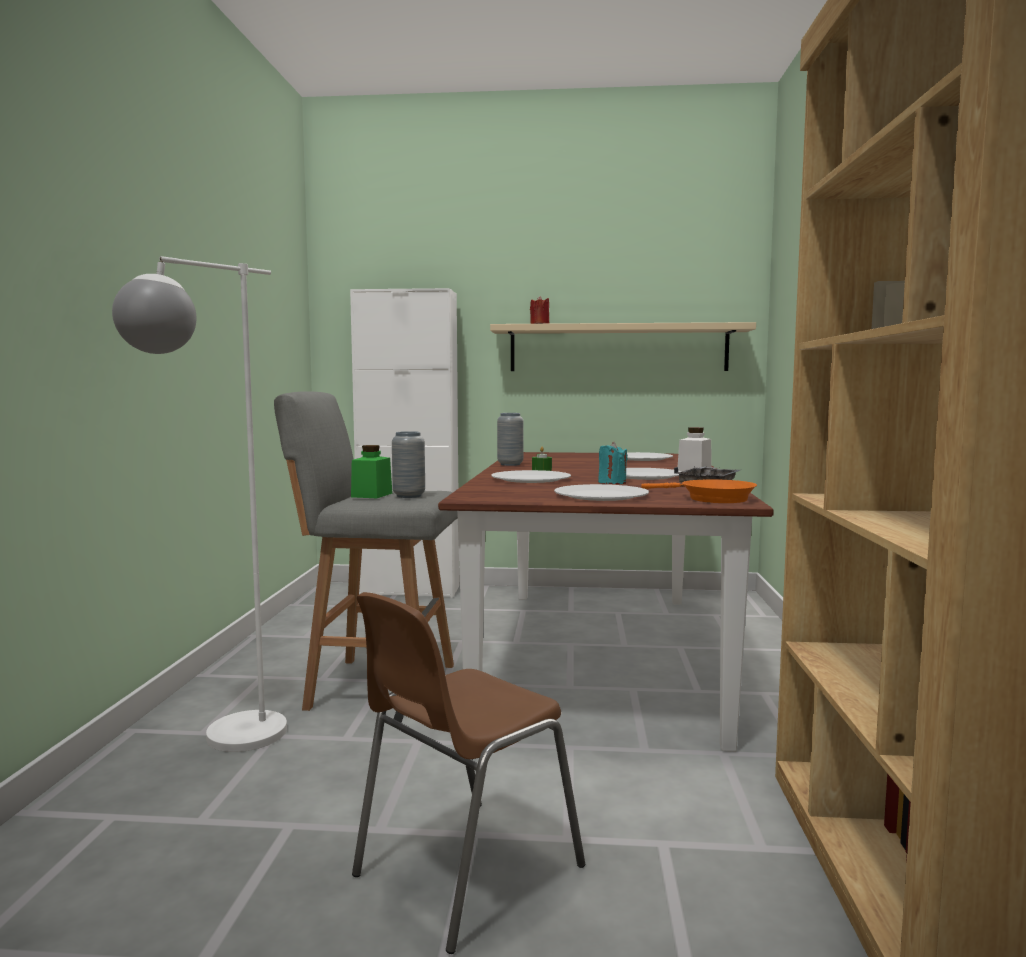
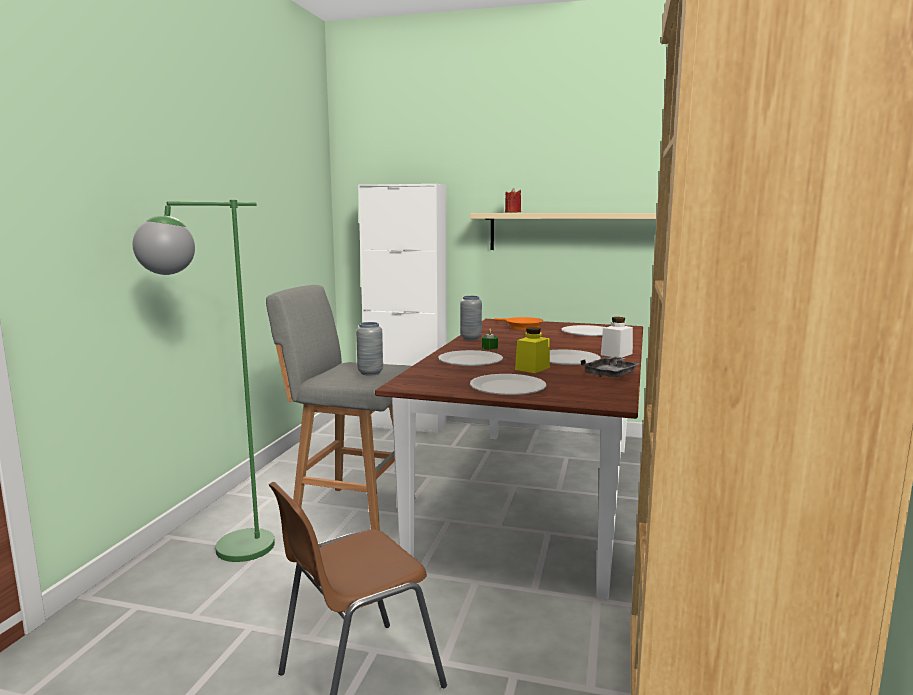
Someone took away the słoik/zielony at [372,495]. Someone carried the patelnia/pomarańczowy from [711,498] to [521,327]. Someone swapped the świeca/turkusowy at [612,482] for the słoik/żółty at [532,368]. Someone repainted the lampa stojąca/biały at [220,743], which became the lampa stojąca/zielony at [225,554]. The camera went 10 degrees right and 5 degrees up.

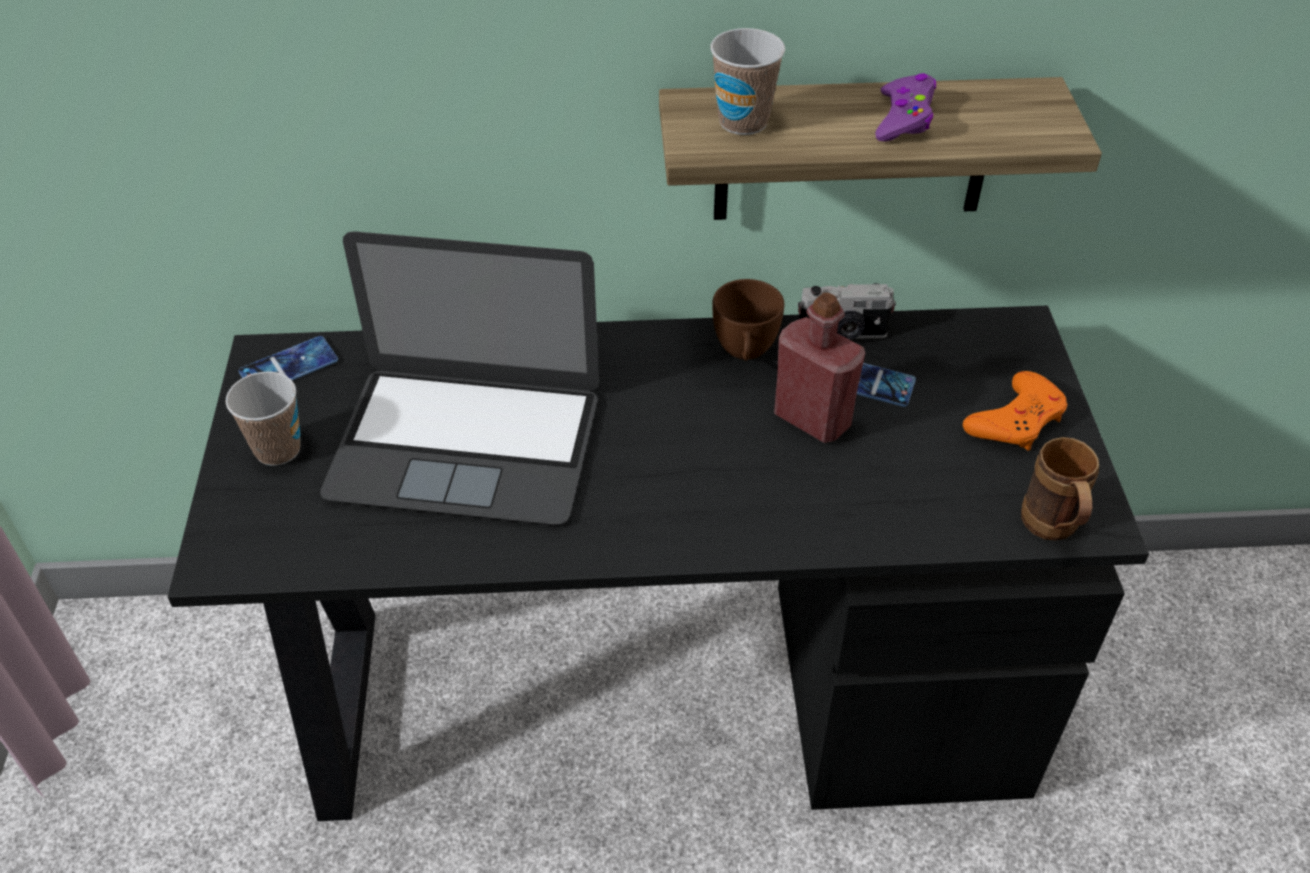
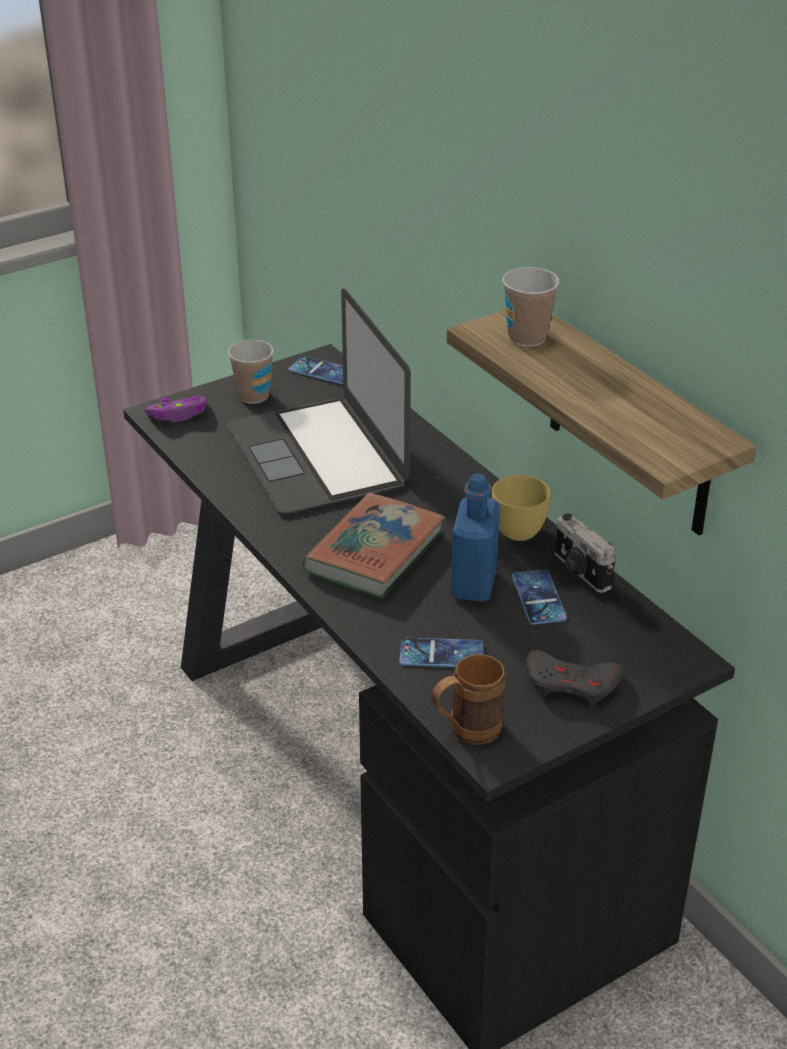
Someone put down the książka at [374,552]. Someone put down the telefon at [441,654]. Someone carried the pad do gier/fioletowy from [904,118] to [178,415]. Someone repainted the filiżanka/brązowy at [745,352], which became the filiżanka/żółty at [512,533]. Someone repainted the butelka/czerwony at [812,419], which became the butelka/niebieski at [473,584]. Someone repainted the pad do gier/pomarańczowy at [1016,420], which became the pad do gier/szary at [571,684]. The camera went 60 degrees right and 10 degrees down.

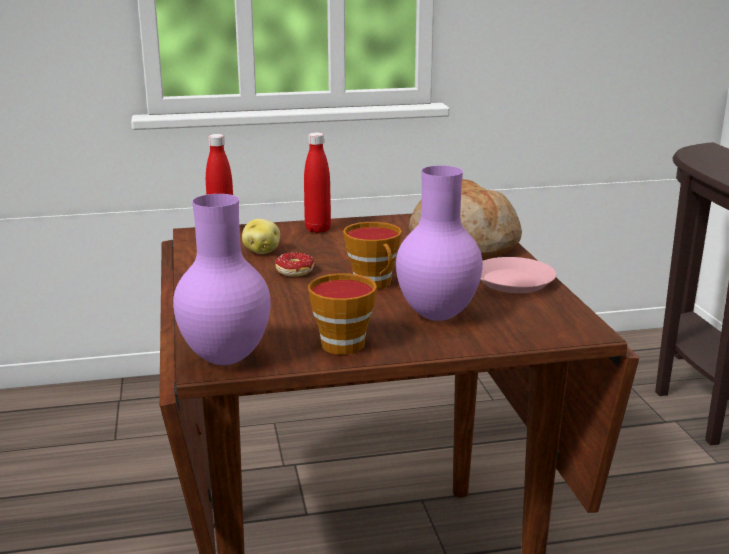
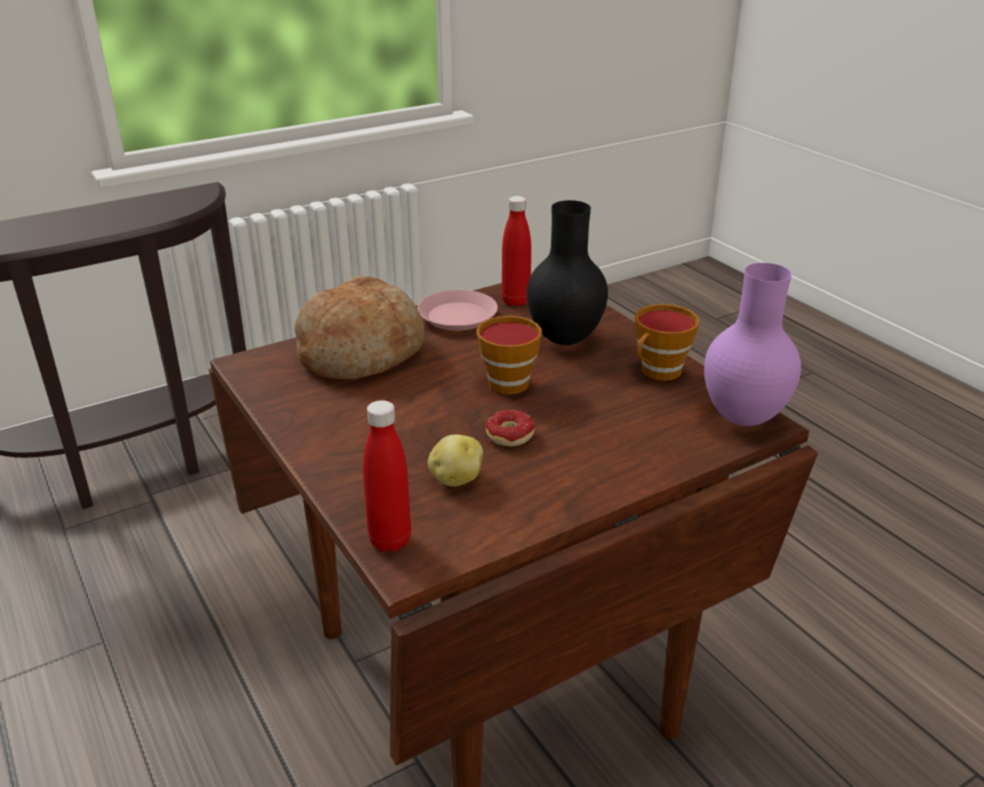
Someone carried the butelka/czerwony from [317,229] to [515,301]. Someone repainted the wazon/fioletowy at [439,316], which became the wazon/czarny at [565,338]. The camera went 110 degrees left and 10 degrees up.

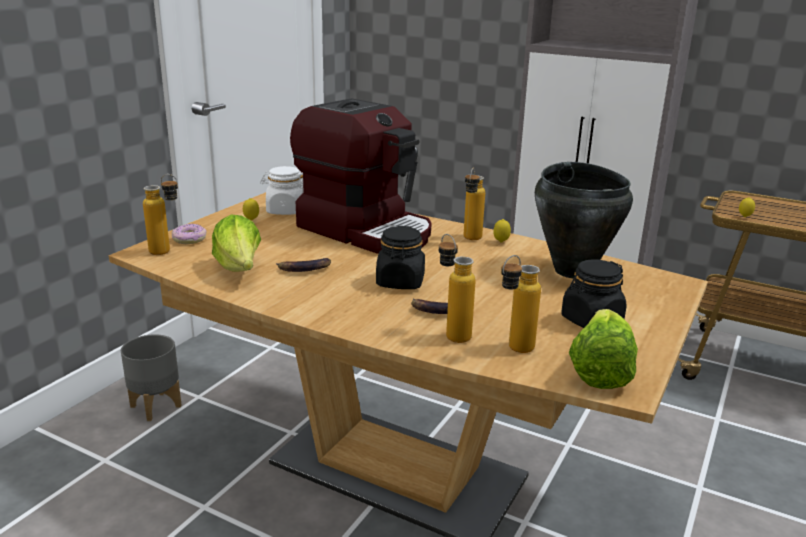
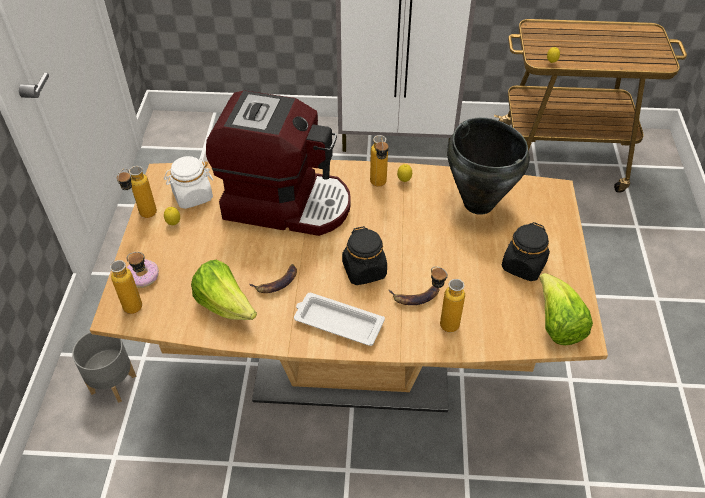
Someone put down the taca/biały at [337,322]. Someone carried the butelka from [513,350] to [143,217]. The camera went 25 degrees left and 25 degrees up.

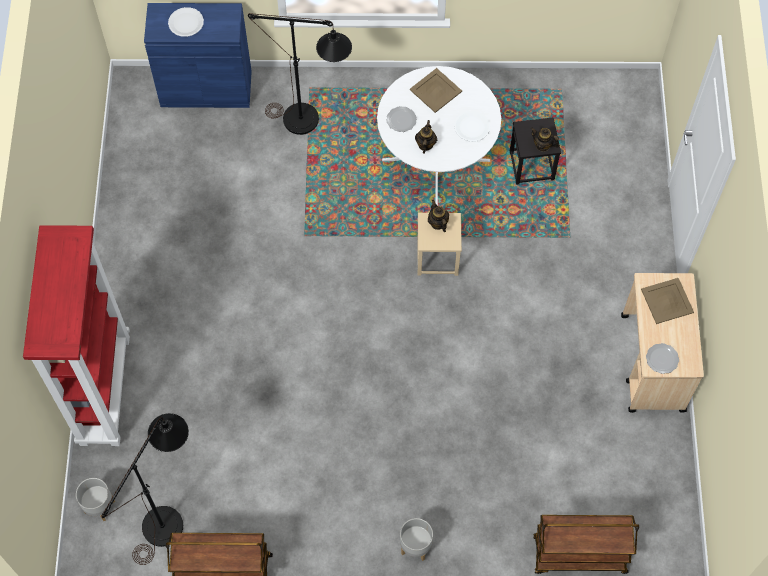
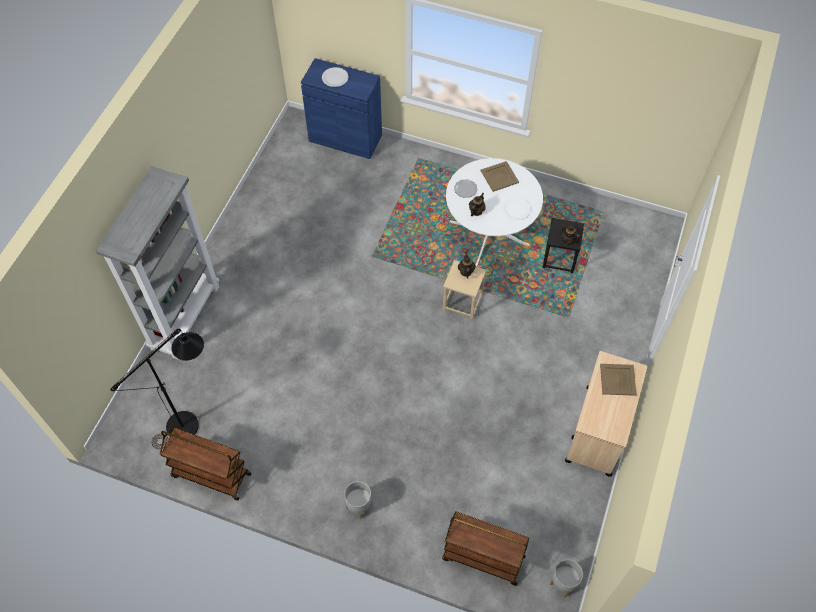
Someone took away the lampa stojąca/czarny at [310,122]. Someone took away the talerz at [662,359]. Someone carried the donica/szary from [99,506] to [563,583]. Someone repainted the regał/czerwony at [104,389], which became the regał/szary at [185,317]. The camera went 20 degrees right and 5 degrees down.

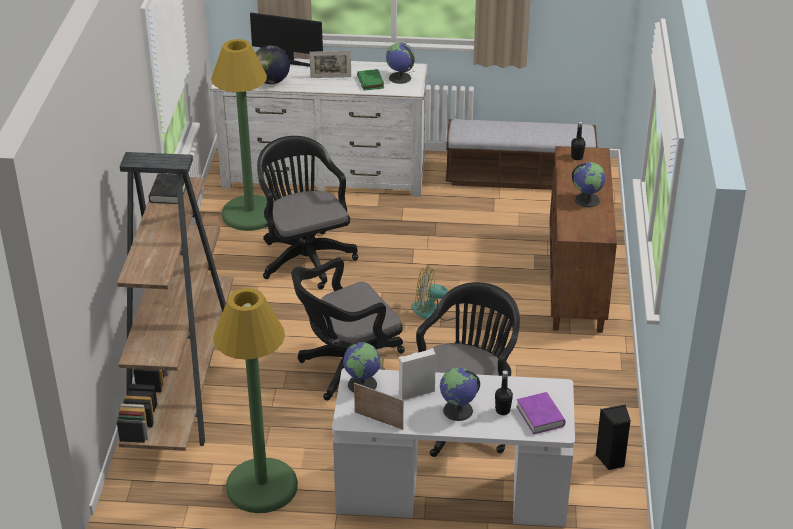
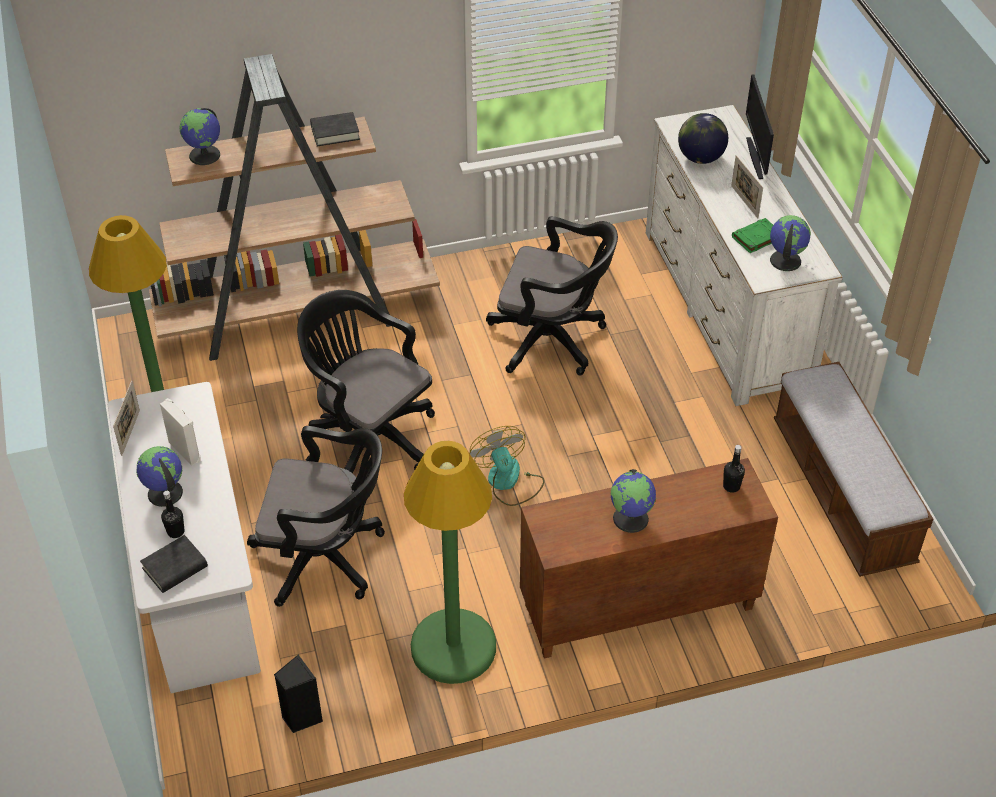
Someone carried the lampa stojąca/zielony from [250,214] to [453,647]. Someone carried the globus from [362,384] to [205,155]. Someone repainted the książka/fioletowy at [540,416], which became the książka/czarny at [175,568]. Someone rotated the krzesło biurowe/czarny at [305,257] by 60 degrees clockwise. The camera went 70 degrees right and 10 degrees up.

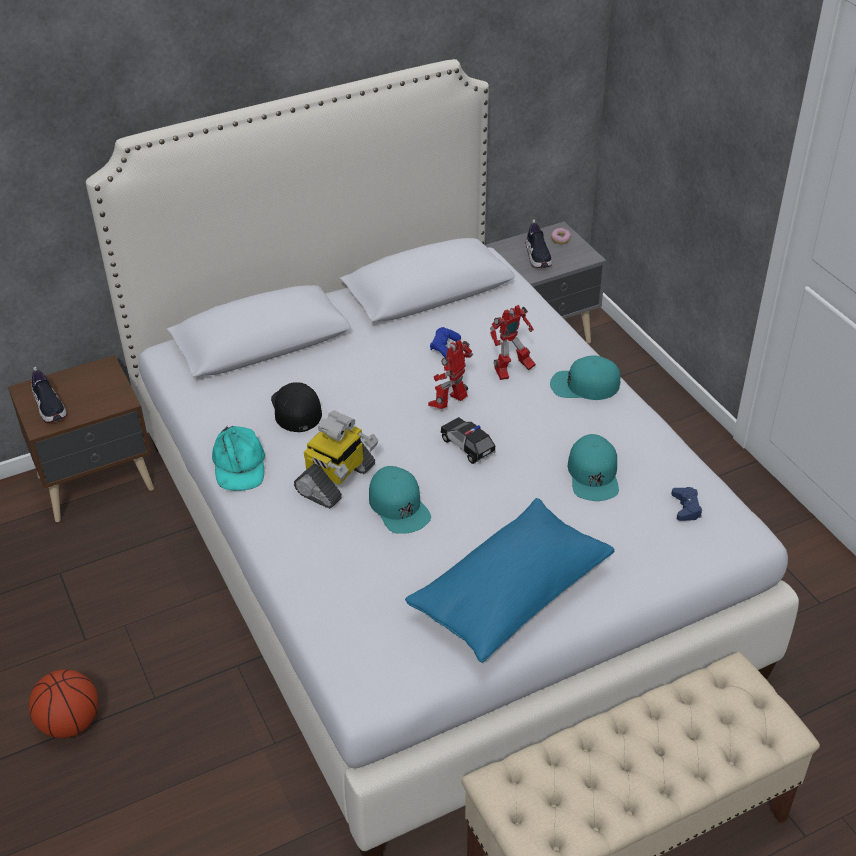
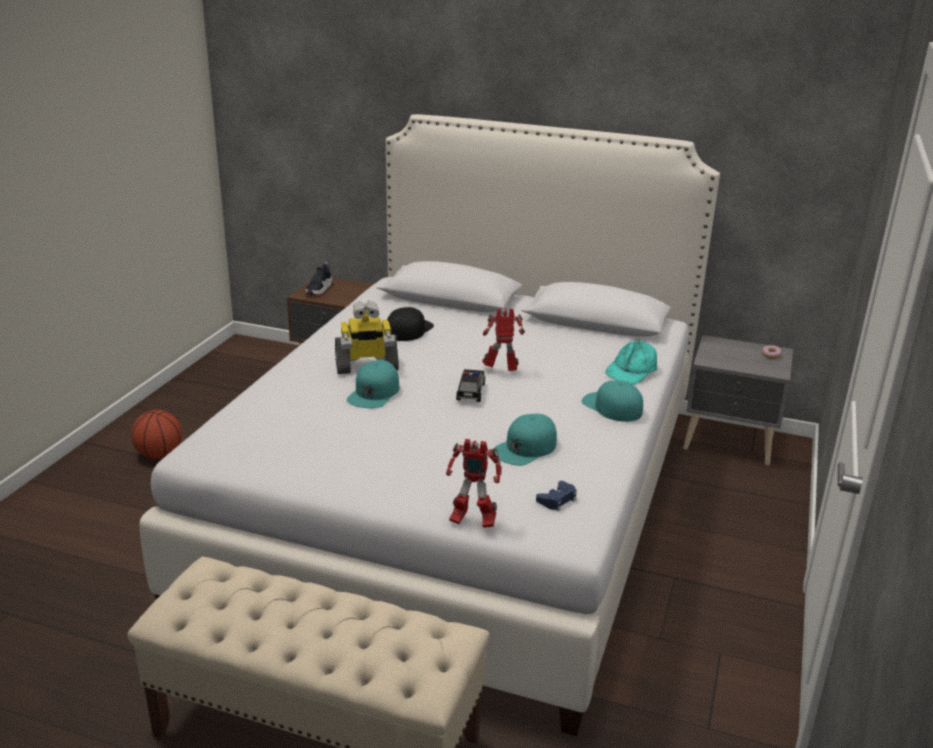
Someone took away the poduszka/niebieski at [510,594]. Someone took away the pad do gier/niebieski at [445,348]. Someone took away the but at [537,256]. Someone carried the czapka z daszkiem/turkusowy from [239,465] to [632,370]. Someone carried the robot zabawkowy from [511,371] to [471,521]. The camera went 45 degrees right and 15 degrees down.

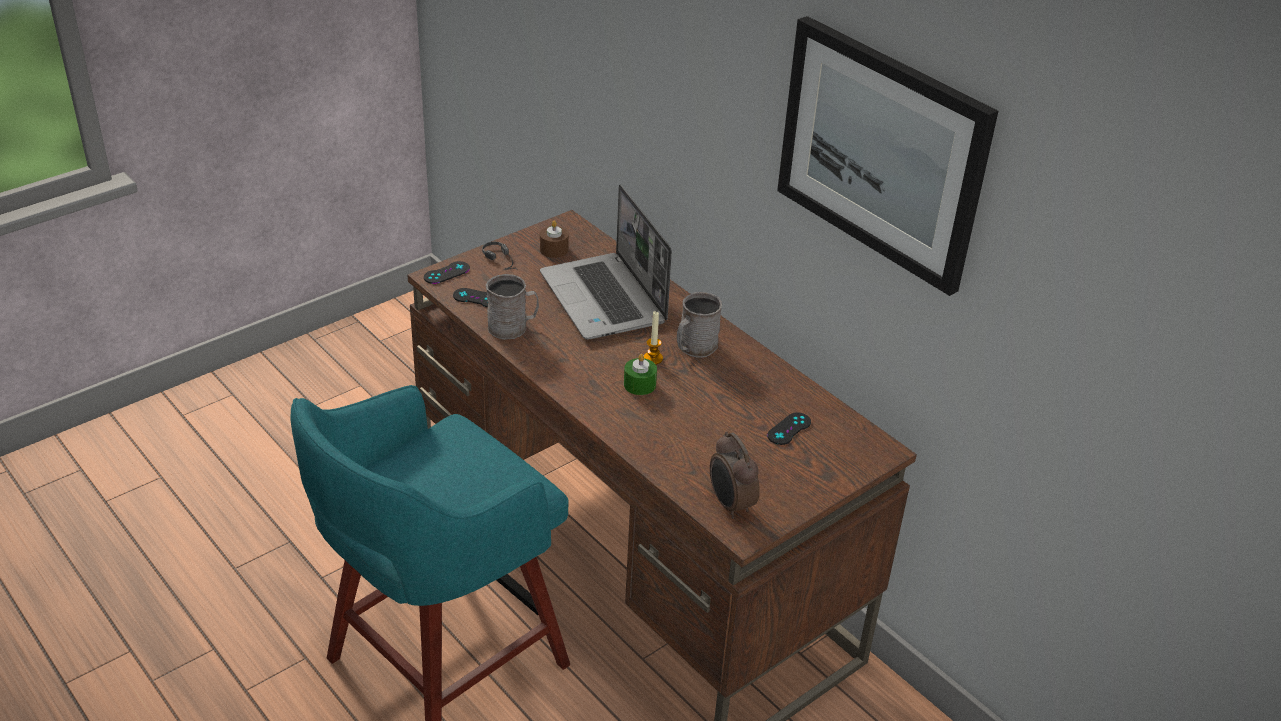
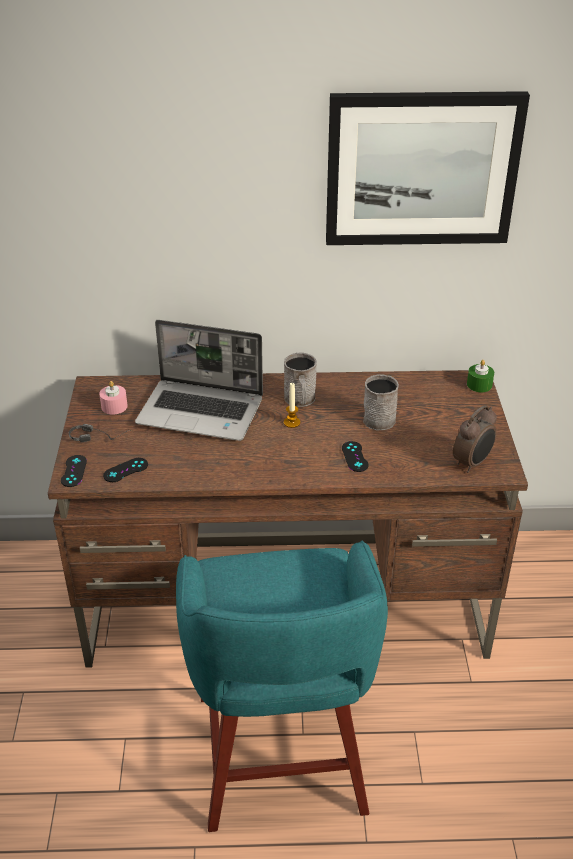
Someone carried the kubek/szary from [513,327] to [381,417]. Someone carried the świeca/zielony from [639,384] to [479,385]. Someone carried the pad do gier/czarny from [789,429] to [355,456]. Someone repainted the świeca/brązowy at [554,249], which became the świeca/różowy at [114,406]. Someone rotated the budzik at [730,505] by 60 degrees counterclockwise. The camera went 50 degrees left and 0 degrees up.

